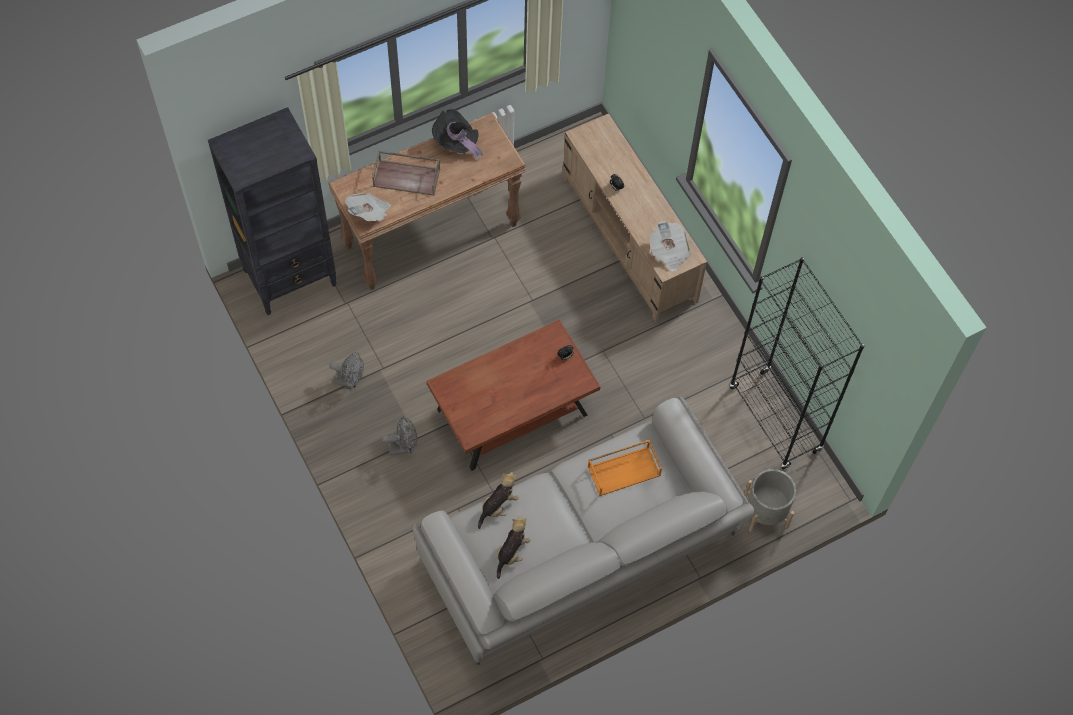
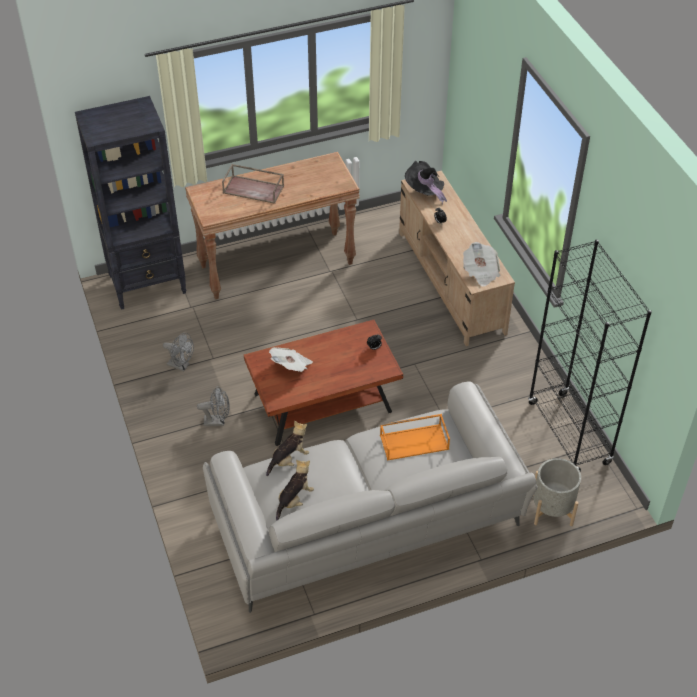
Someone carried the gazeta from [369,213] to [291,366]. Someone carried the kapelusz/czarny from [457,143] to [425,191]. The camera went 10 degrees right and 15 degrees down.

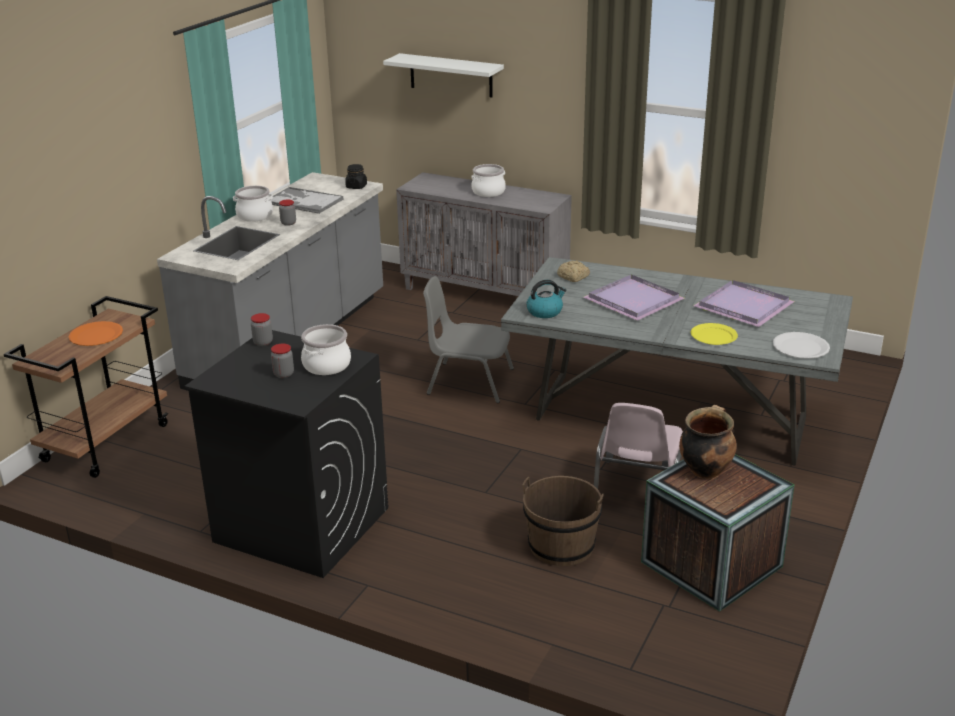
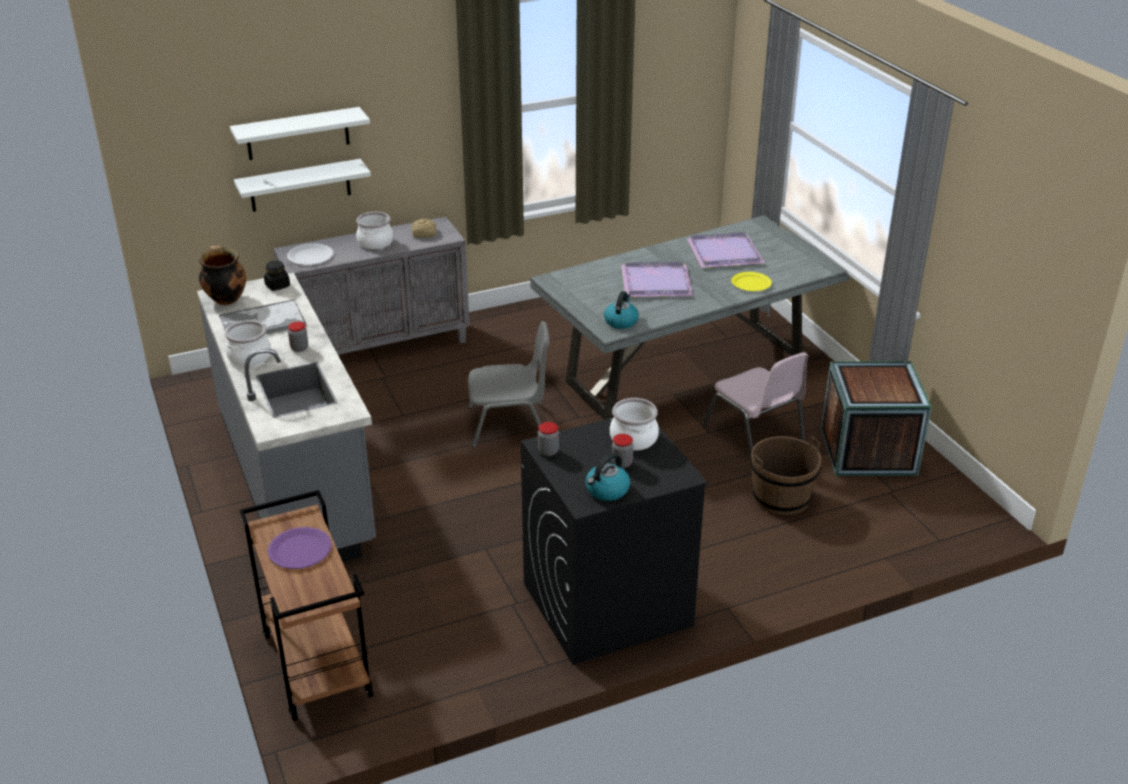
Someone put up the półka/biały at [300,185]. Someone put down the czajnik at [607,490]. Someone carried the chleb from [573,277] to [425,233]. Someone carried the garnek from [705,469] to [225,299]. Someone carried the talerz/biały from [801,347] to [310,256]. Someone repainted the talerz/pomarańczowy at [96,335], which became the talerz/fioletowy at [300,549]. Someone rotated the krzesło/szary at [469,381] by 150 degrees counterclockwise. The camera went 50 degrees left and 5 degrees up.

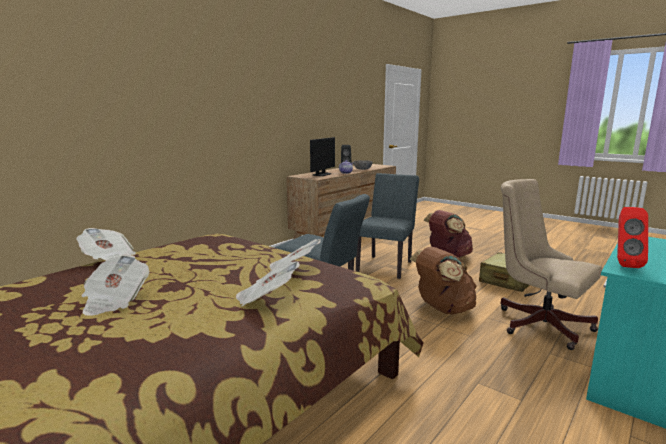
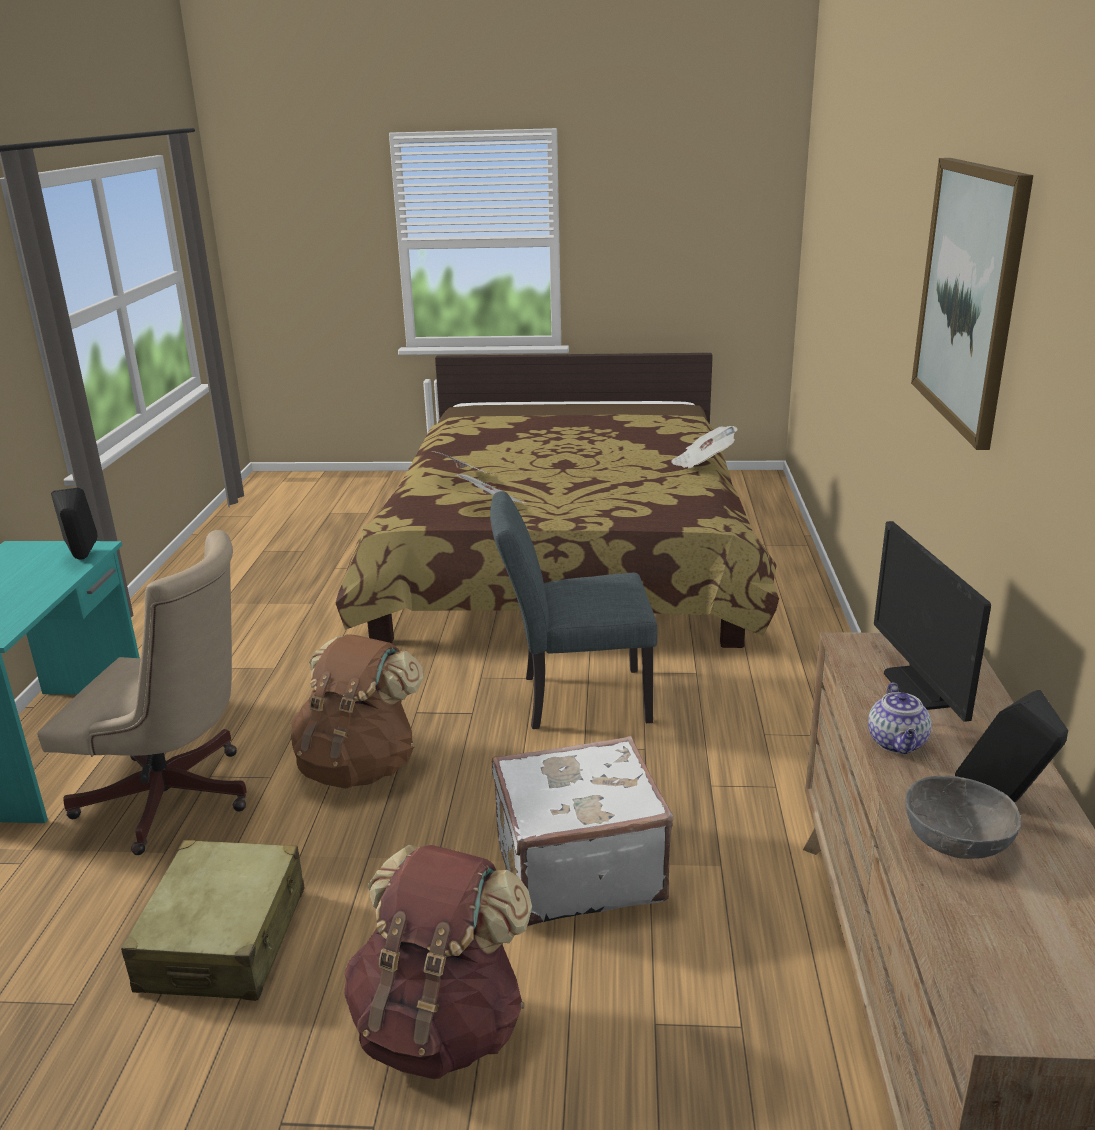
Someone took away the gazeta at [115,301]. Someone put up the obraz at [969,295]. Someone swapped the krzesło/szary at [386,265] for the walizka/biały at [577,869]. Someone repainted the głośnik/czerwony at [624,264], which became the głośnik/czarny at [82,559]. The camera went 145 degrees right and 10 degrees up.

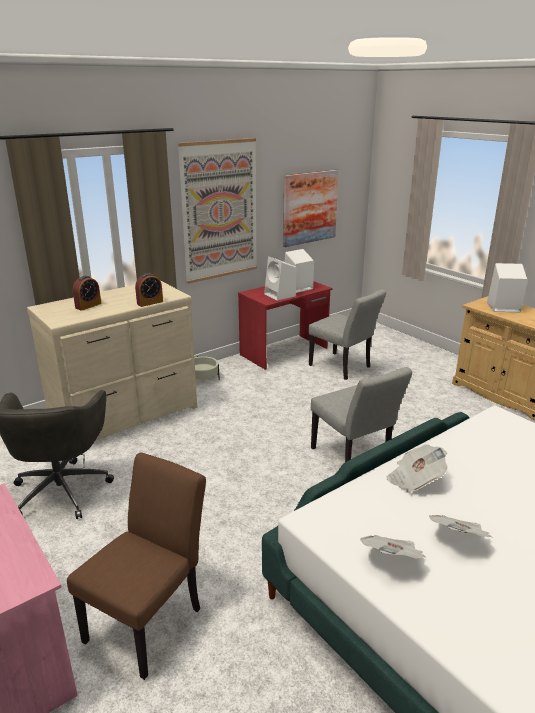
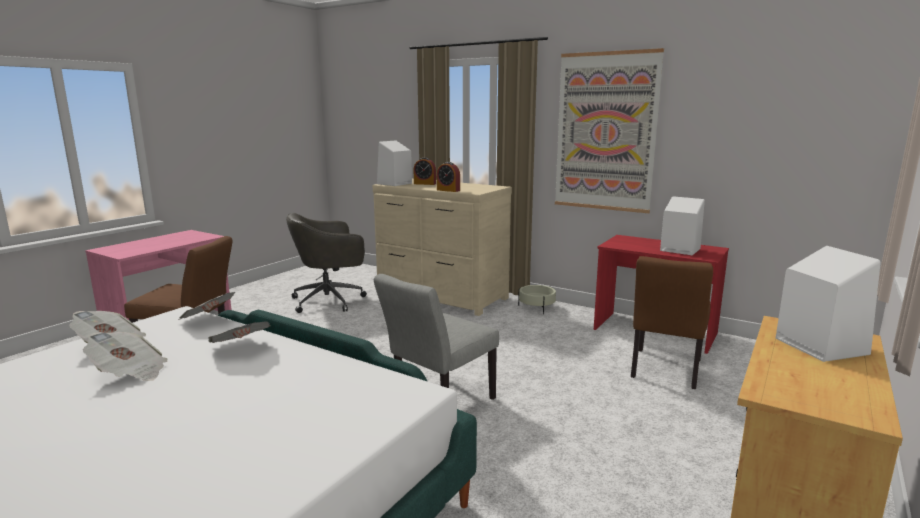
Someone took away the obraz at [310,207]. Someone put down the gazeta at [208,320]. Someone carried the głośnik/biały from [280,295] to [394,184]. Someone repainted the krzesło/szary at [343,367], which became the krzesło/brązowy at [664,371]. The camera went 70 degrees right and 10 degrees down.

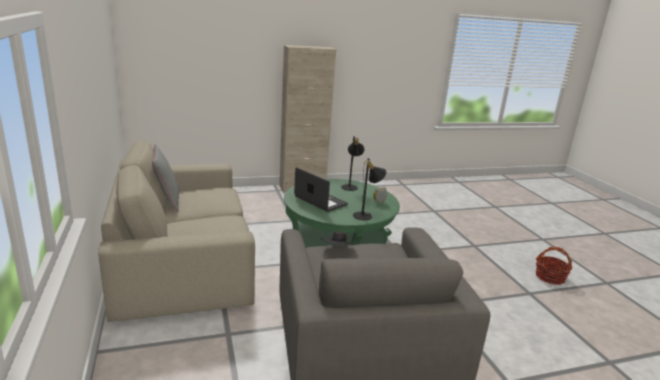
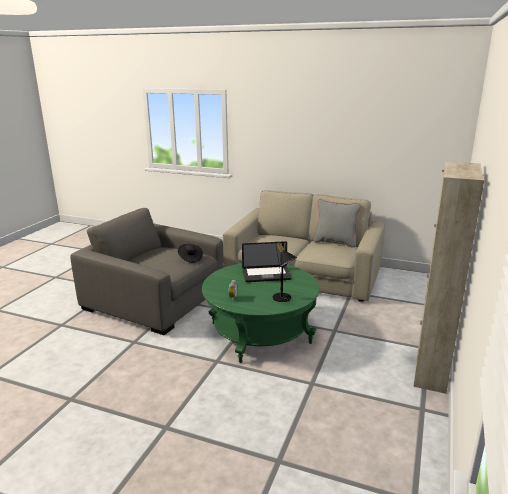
Someone took away the lampa stołowa/czarny at [366,216]. Someone took away the koszyk at [550,277]. The camera went 130 degrees right and 0 degrees up.

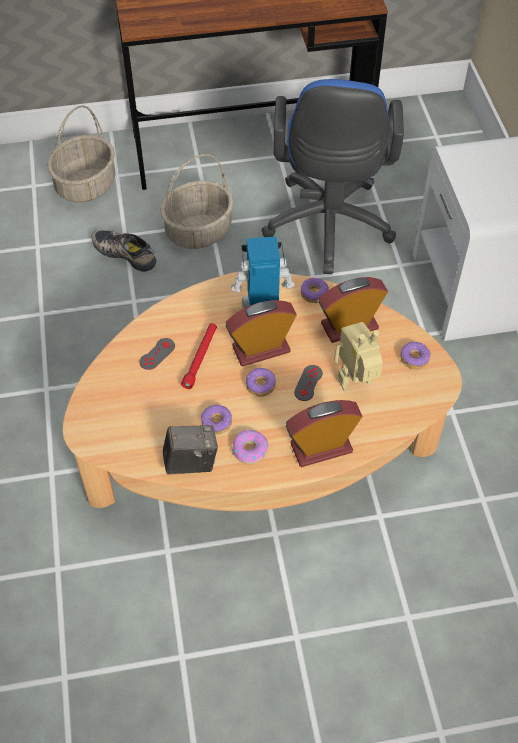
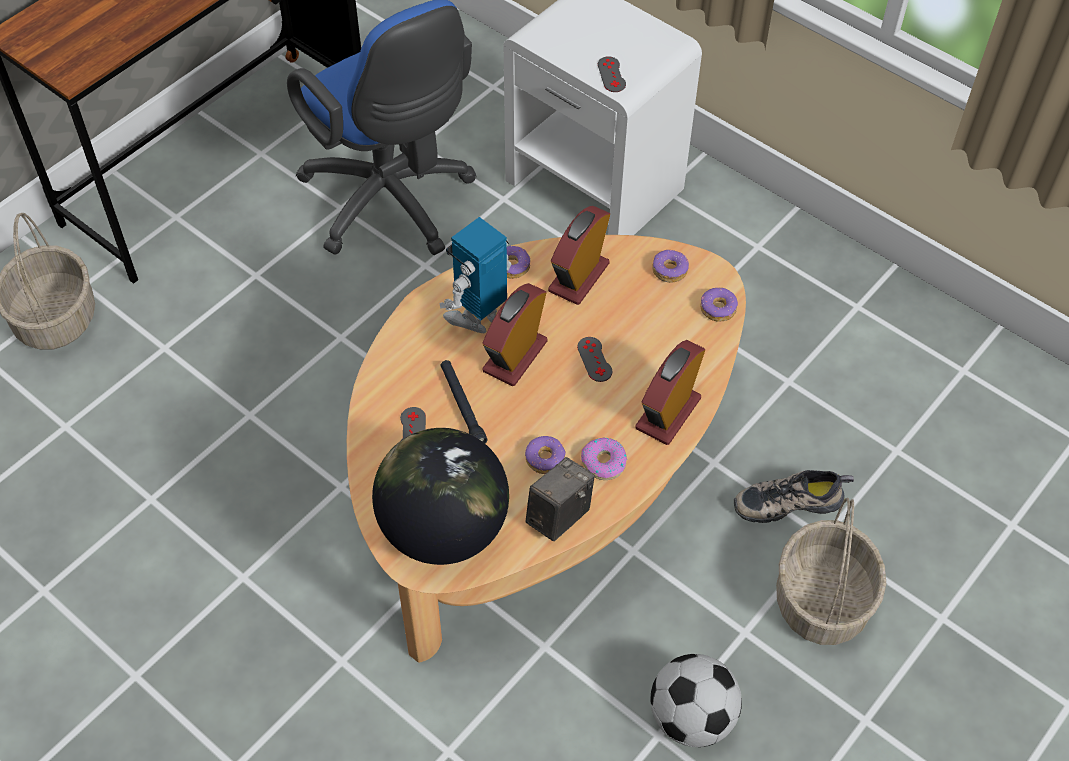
Someone took away the robot zabawkowy at [356,384]. Someone put down the globus at [444,529]. Someone put down the pad do gier/szary at [611,74]. Someone put down the piłka futbolowa at [692,718]. Someone carried the but from [126,253] to [788,500]. Someone carried the koszyk from [198,231] to [823,601]. Someone carried the donut from [260,385] to [718,309]. Someone repainted the latarka/czerwony at [200,358], which became the latarka/czarny at [462,406]. The camera went 40 degrees left and 0 degrees up.

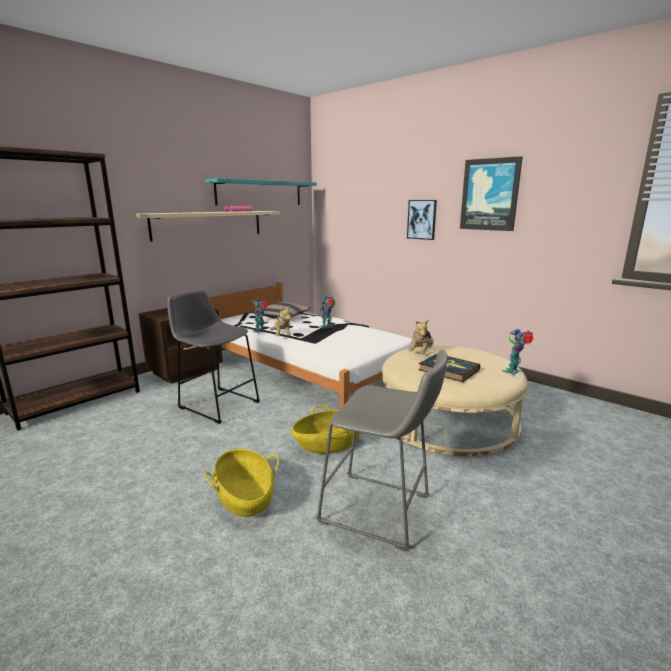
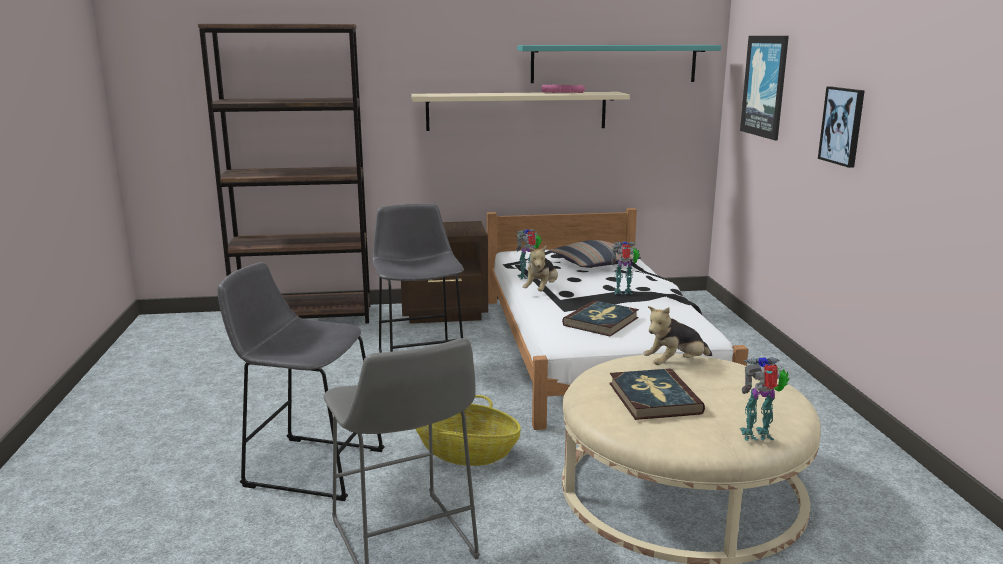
Someone put down the książka at [601,321]. Someone carried the obraz from [490,194] to [765,86]. Someone swapped the koszyk at [245,497] for the stołek/szary at [308,466]. The camera went 40 degrees right and 0 degrees up.

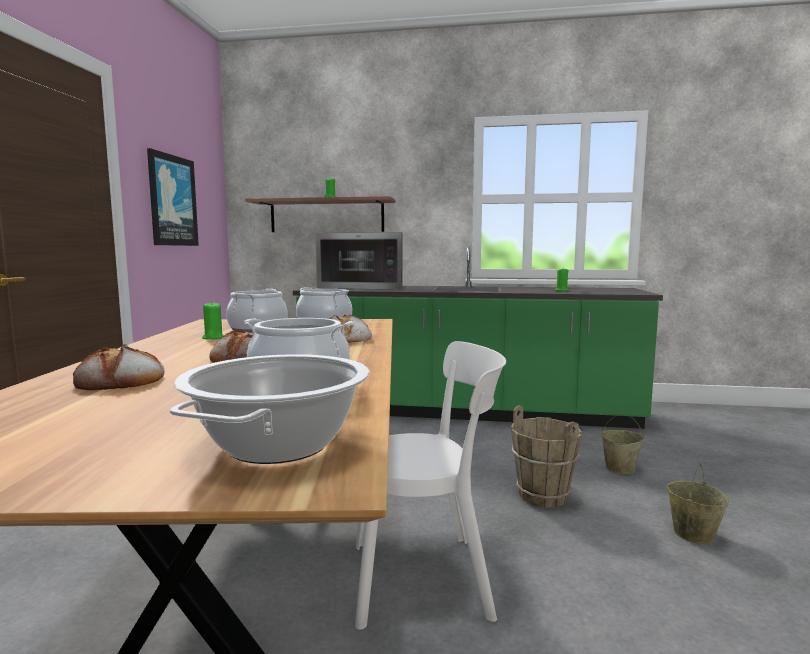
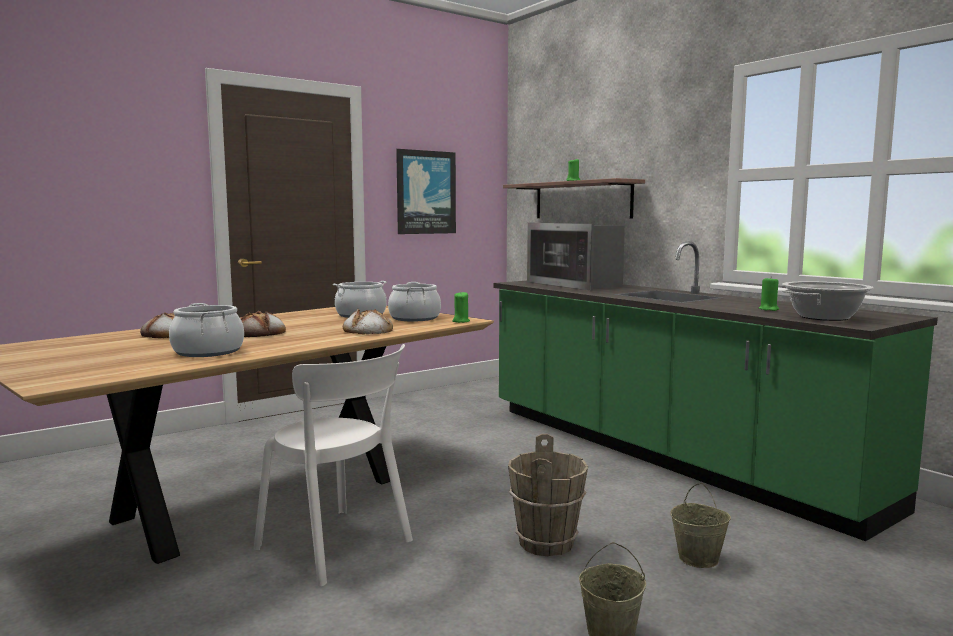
Someone carried the garnek from [278,445] to [824,317]. Someone carried the świeca/zielony from [213,338] to [460,321]. The camera went 45 degrees right and 0 degrees up.

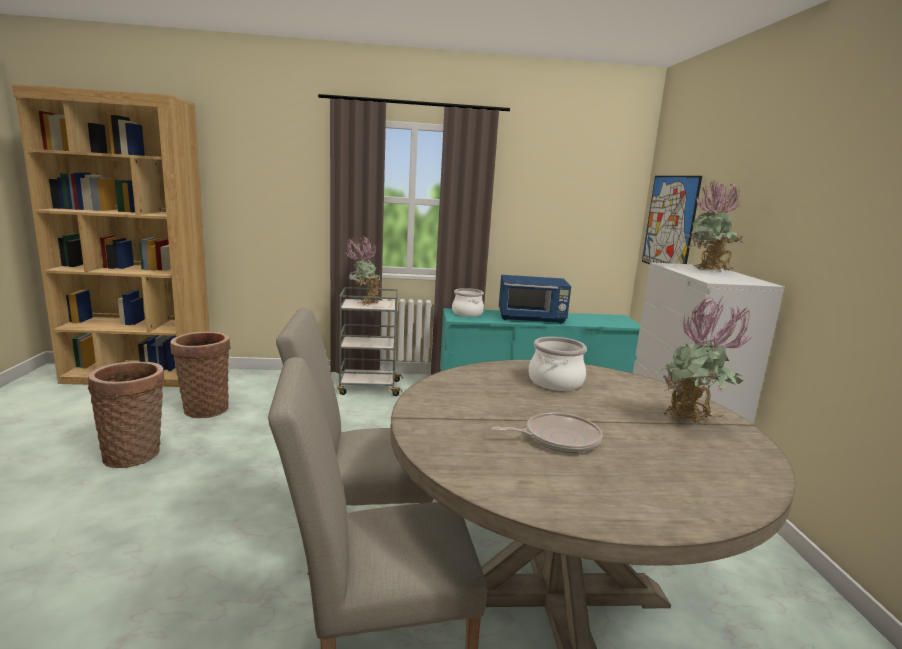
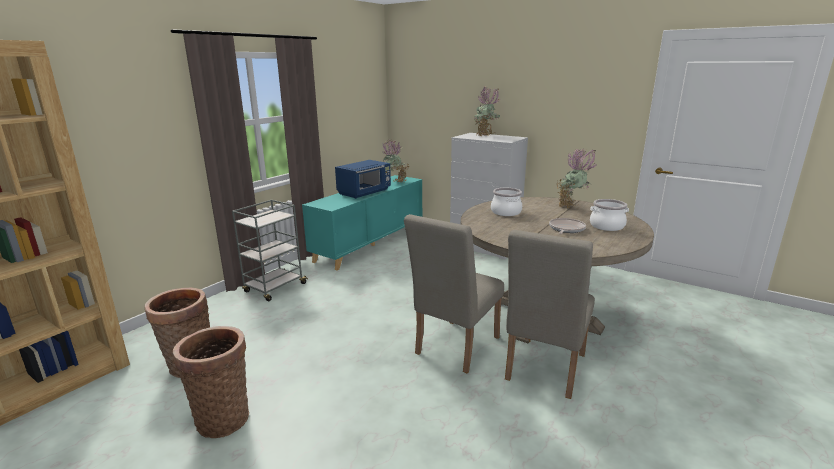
Someone took away the obraz at [669,223]. Someone carried the roślina doniczkowa from [364,303] to [396,182]. Someone carried the garnek from [467,313] to [606,226]. The camera went 50 degrees left and 5 degrees up.

